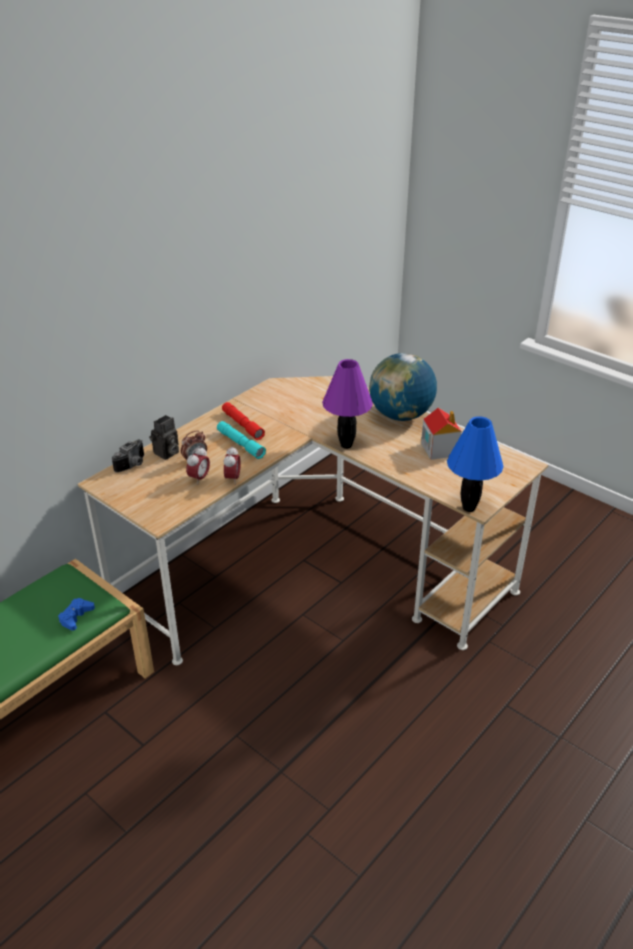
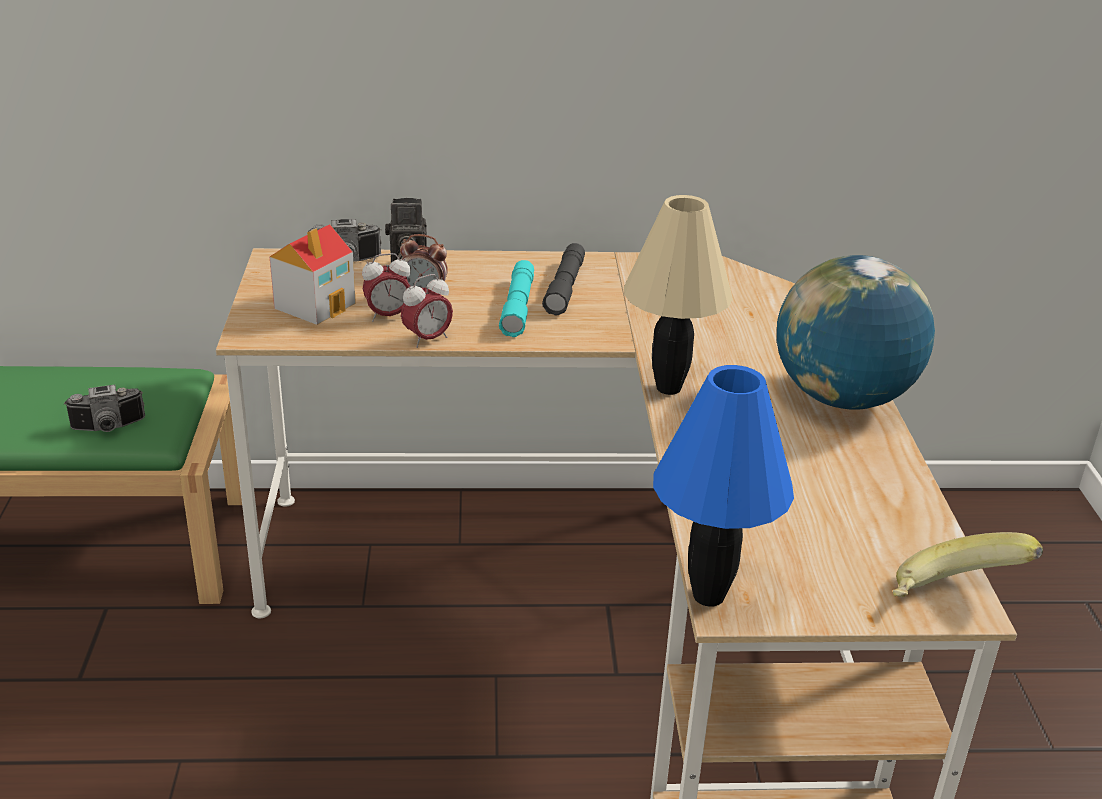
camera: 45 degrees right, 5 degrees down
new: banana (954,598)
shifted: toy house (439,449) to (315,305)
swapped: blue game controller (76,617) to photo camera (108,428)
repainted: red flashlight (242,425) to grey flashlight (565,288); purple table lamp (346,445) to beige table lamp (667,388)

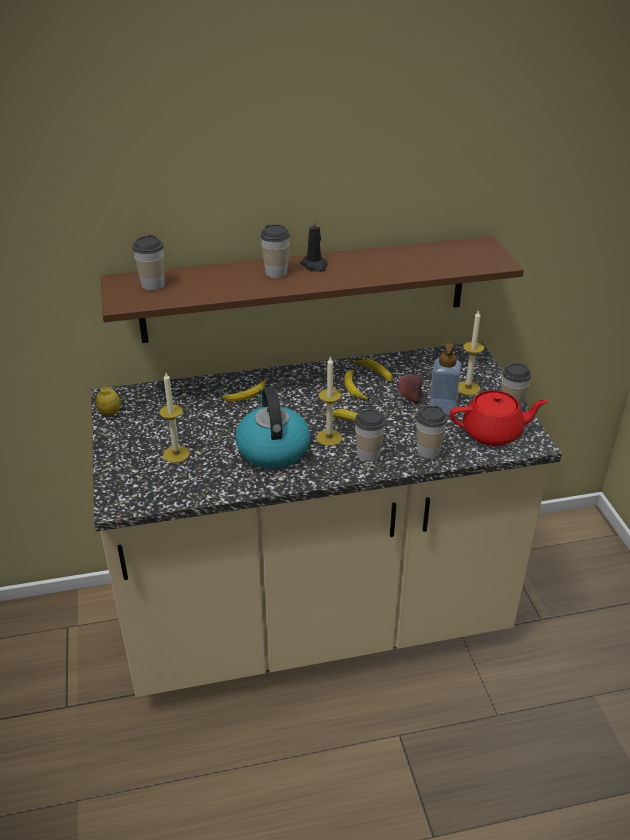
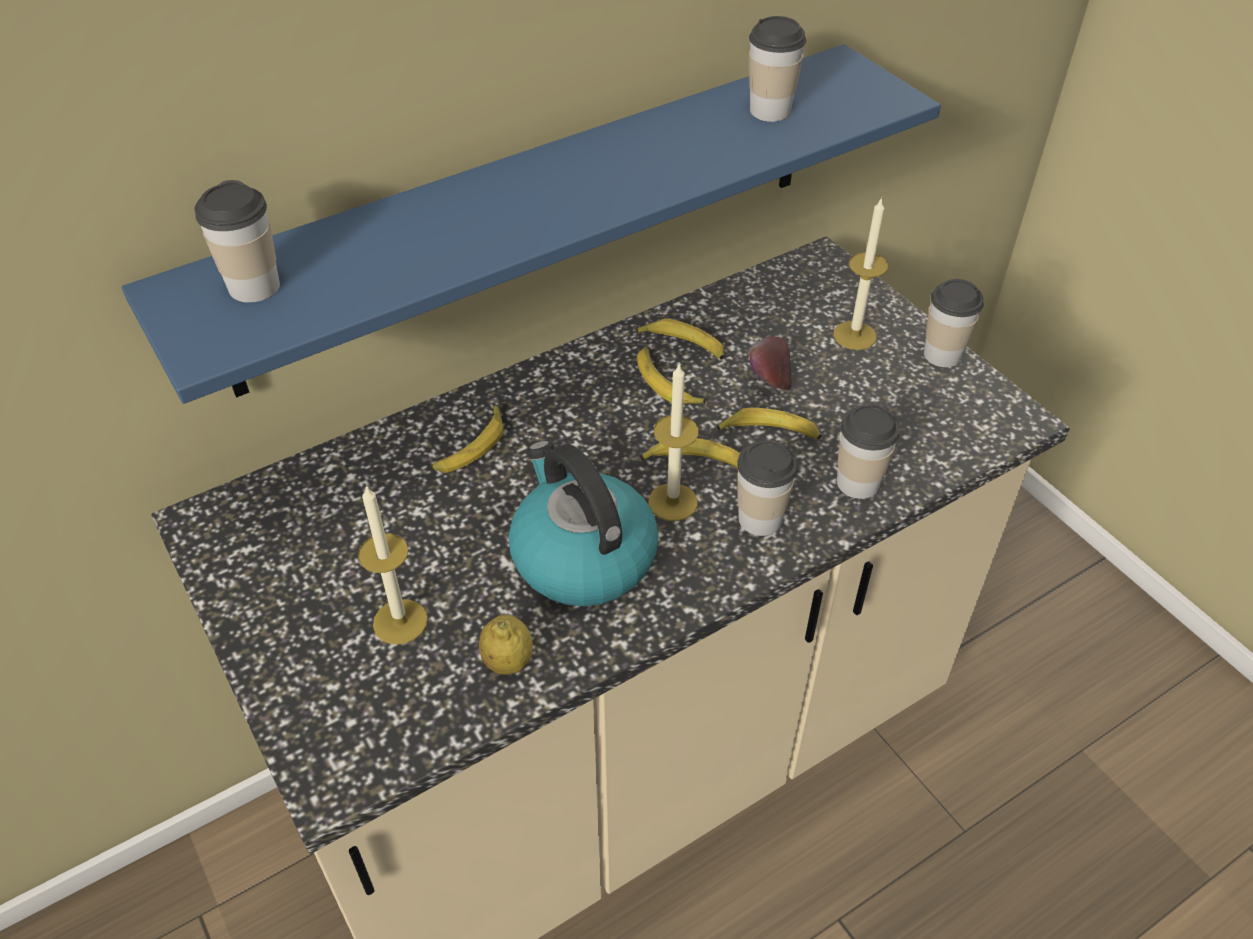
camera: 20 degrees left, 10 degrees up
gone: black candle (314,265); soap dispenser (442,407); red teapot (493,433)
new: banana (769,433)
shifted: lemon (110,413) to (508,662); cup (276,272) to (770,110)
repainted: brown shelf (305,289) to blue shelf (534,216)

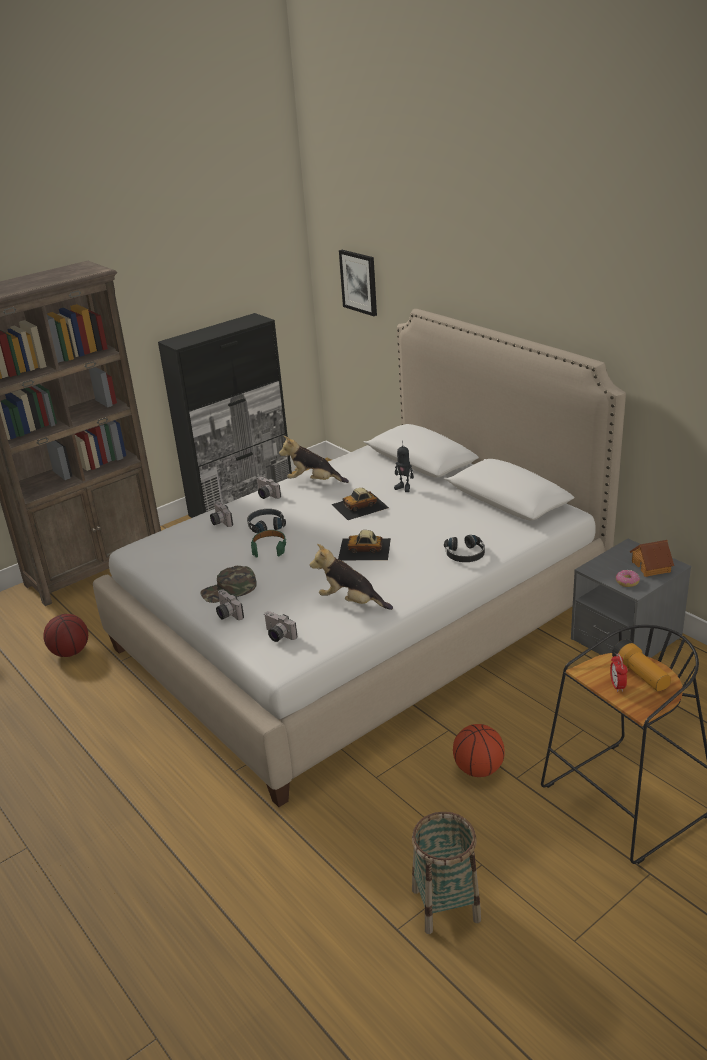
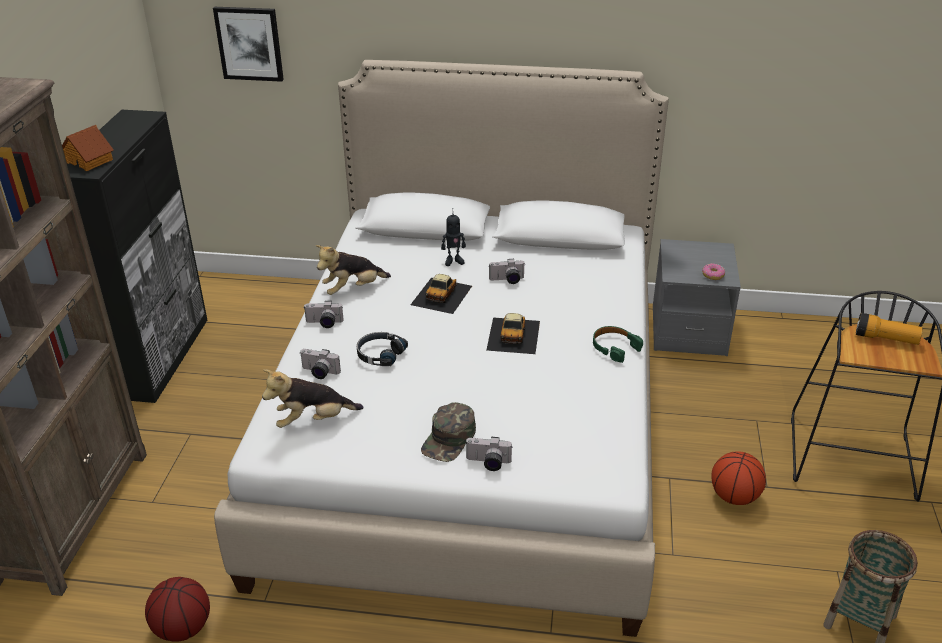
camera: 45 degrees left, 5 degrees up
gone: black headphones (465,554); alarm clock (617,686)
shifted: green headphones (269,547) to (614,347); photo camera (277,636) to (507,280); plush toy (351,602) to (313,420); toy house (651,566) to (90,161)
rotated: toy car (365,549) = (514,335) 45 degrees counterclockwise

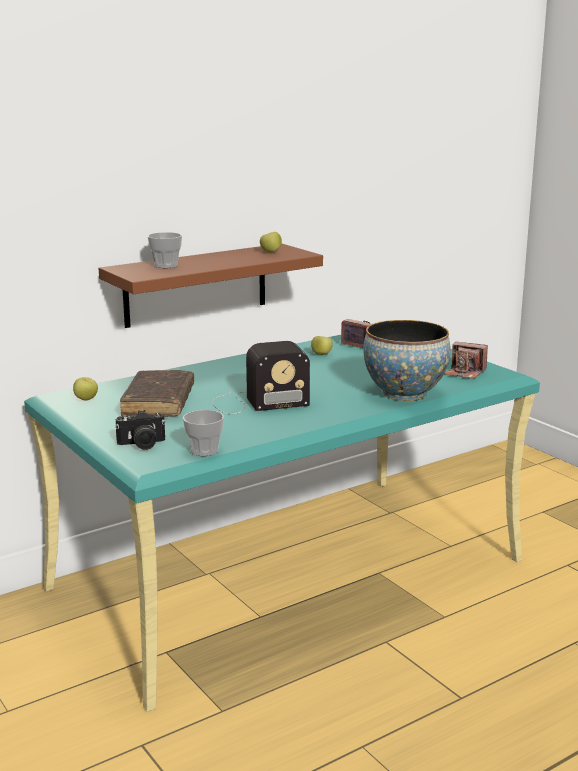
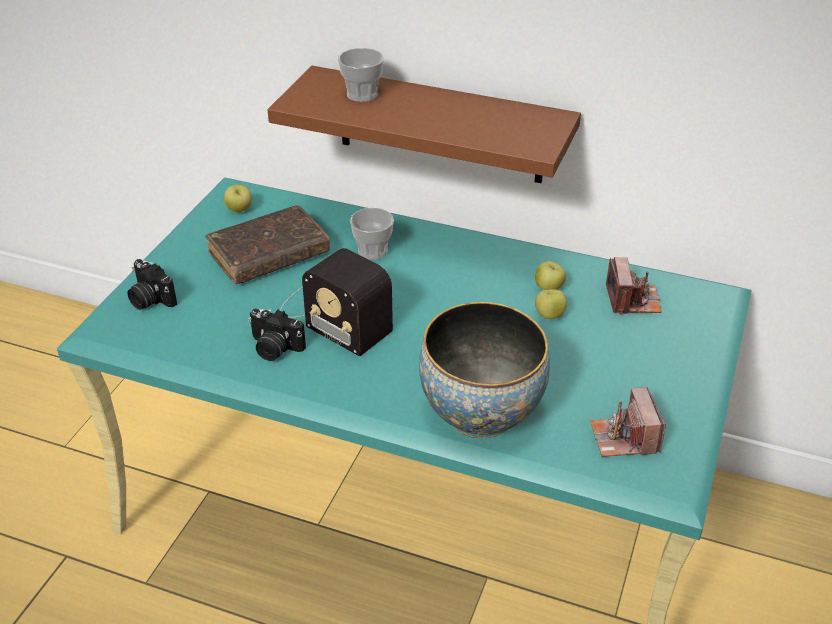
camera: 55 degrees right, 20 degrees up
new: photo camera (274,348)
shifted: cup (204,450) to (372,251); apple (270,252) to (549,315)

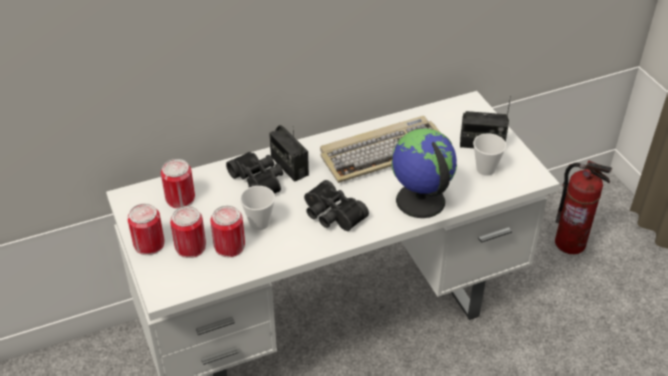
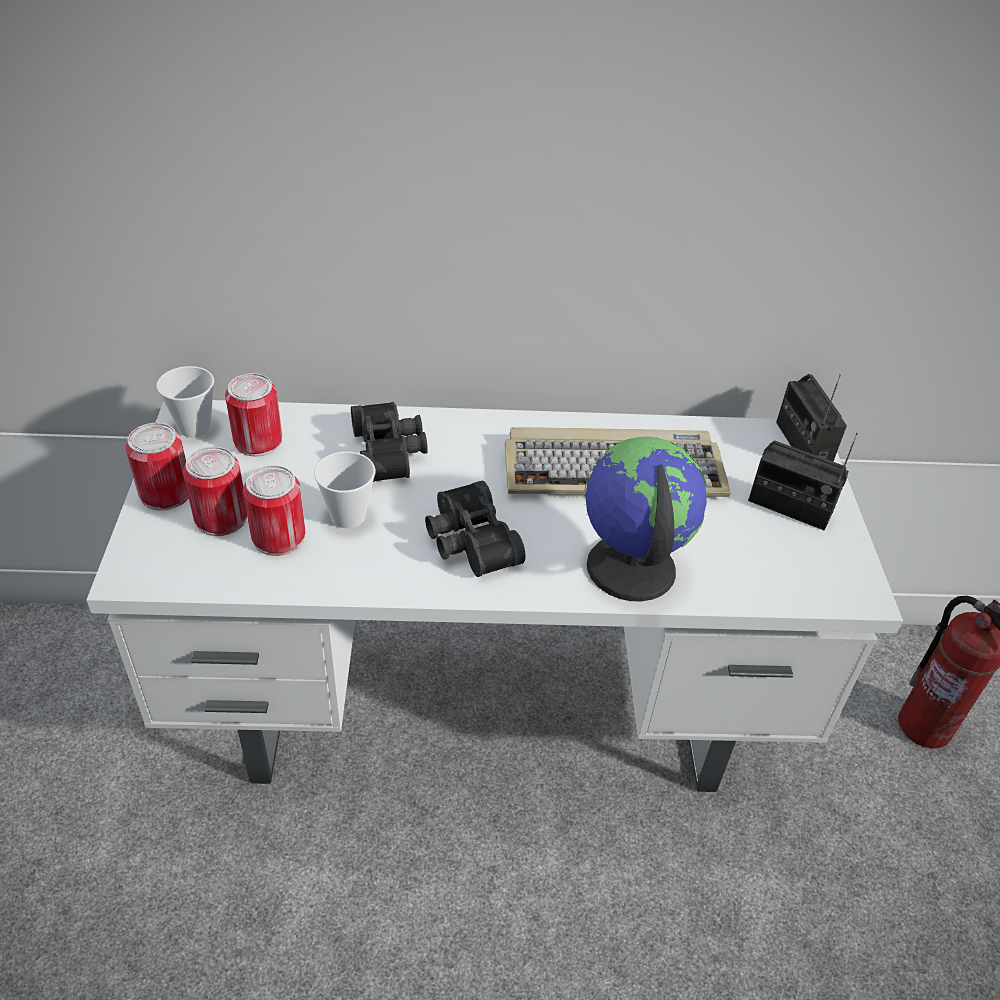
camera: 20 degrees right, 0 degrees up
shifted: radio (289,166) to (802,444); cup (485,169) to (194,427)

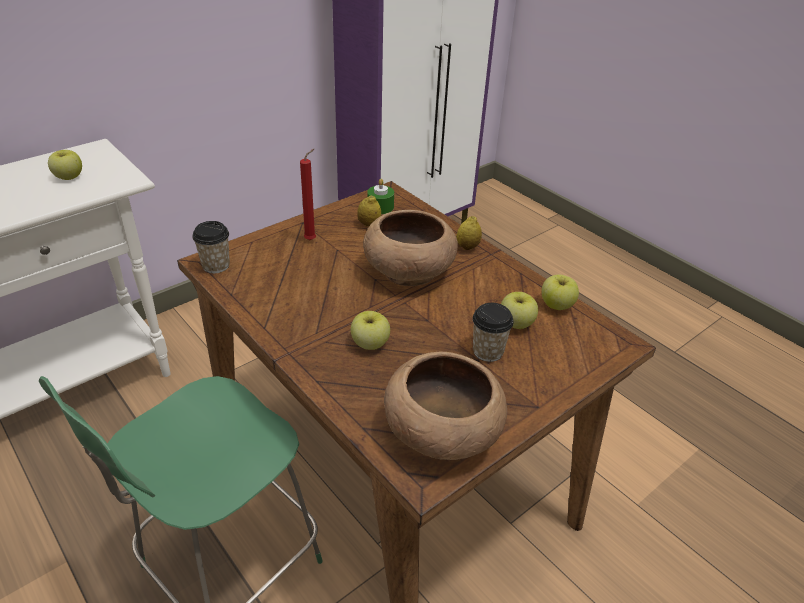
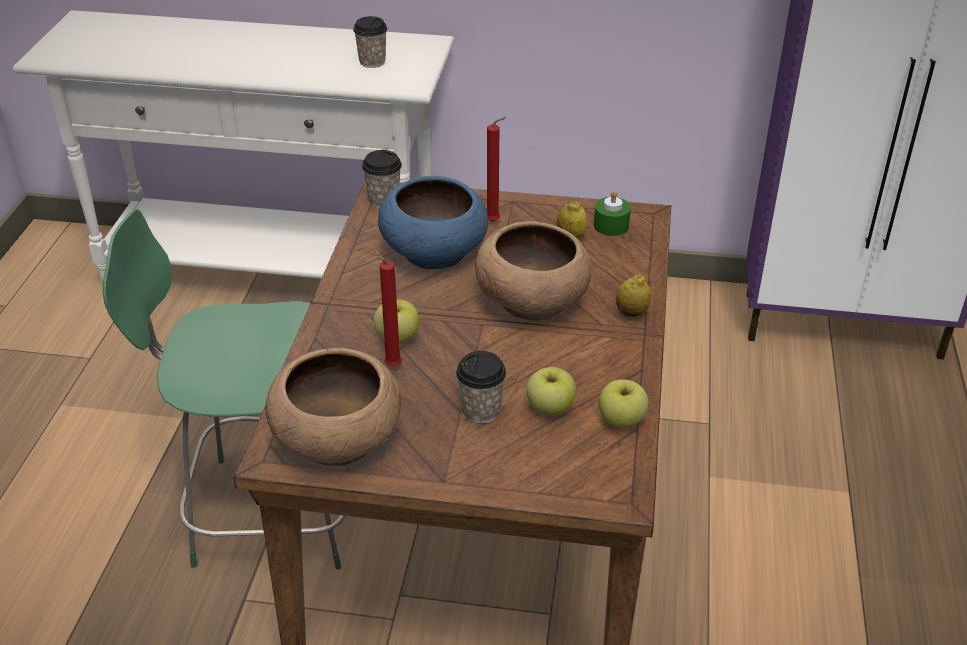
camera: 50 degrees right, 0 degrees up
new: red candle (391,365); blue bowl (435,251)
swapped: apple (69,177) to cup (372,62)

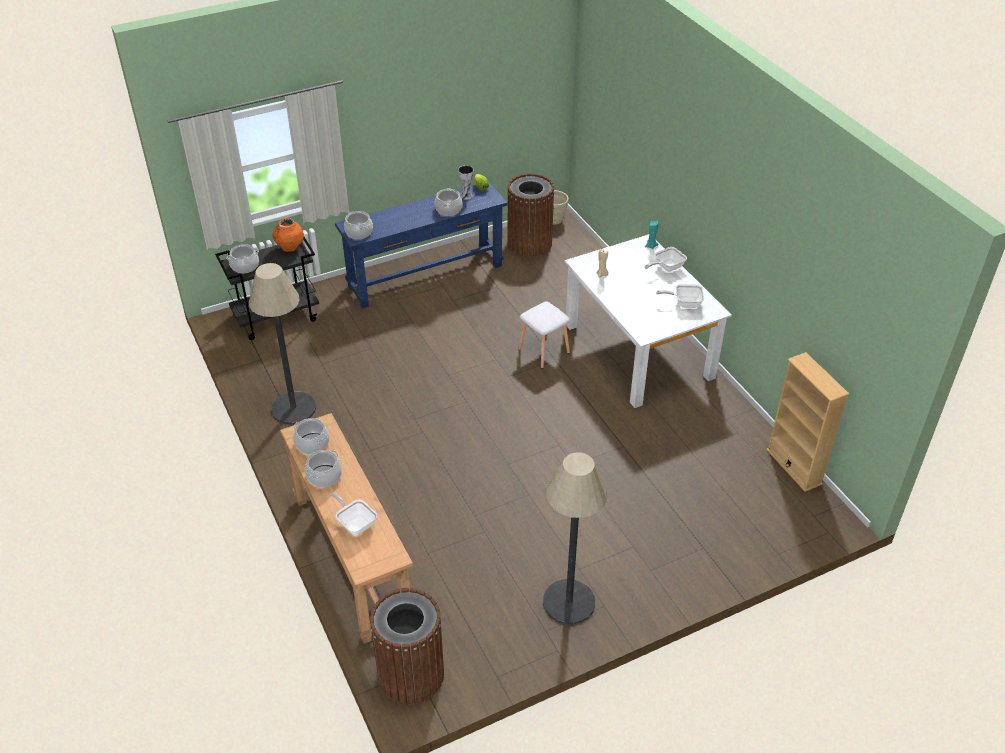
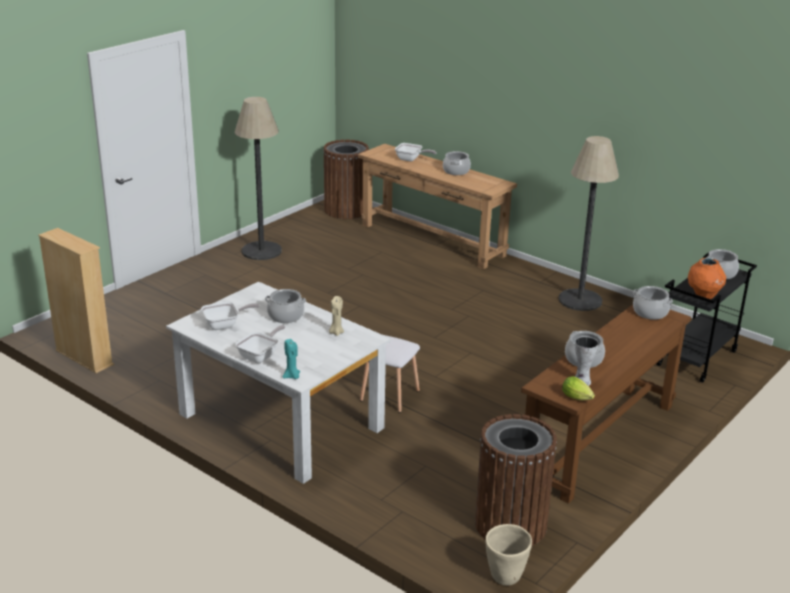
camera: 155 degrees right, 15 degrees down
shifted: cooking pot (312,443) to (285,316)
repainted: blue console table (426,276) to brown console table (599,441)

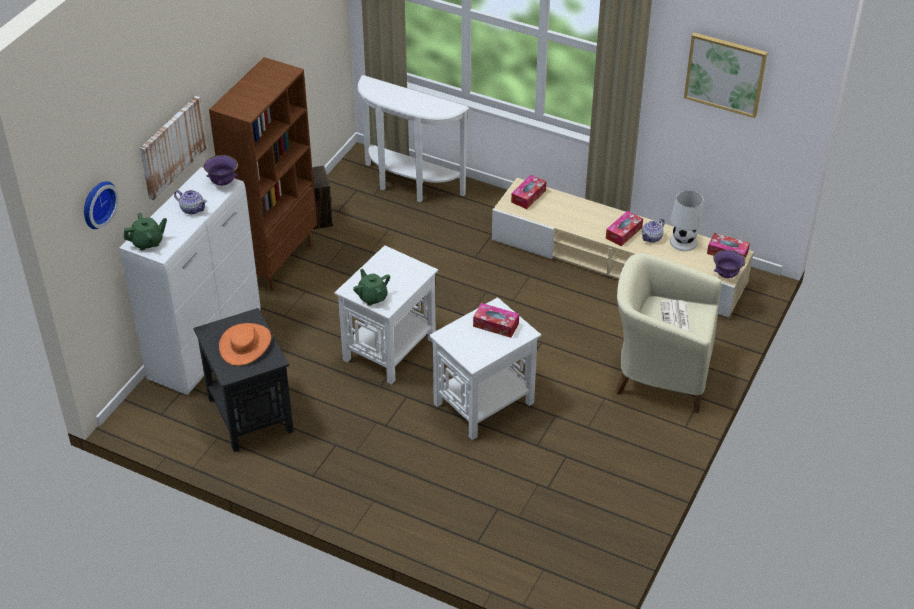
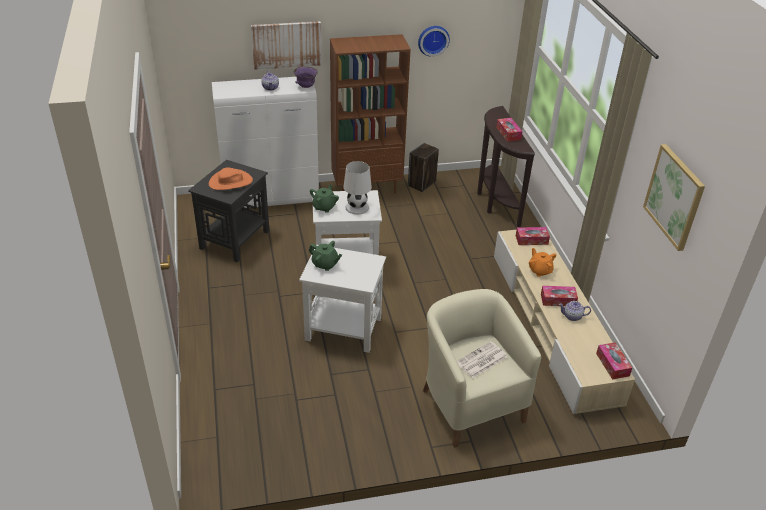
camera: 50 degrees right, 5 degrees down
gone: purple bowl (726,275)
new: orange teapot (540,270)
shifted: wall clock (97,203) to (433,40); green teapot (148,242) to (325,264); tissue box (495,325) to (508,133); white table lamp (683,241) to (357,207)
repainted: white console table (409,186) to brown console table (495,202)

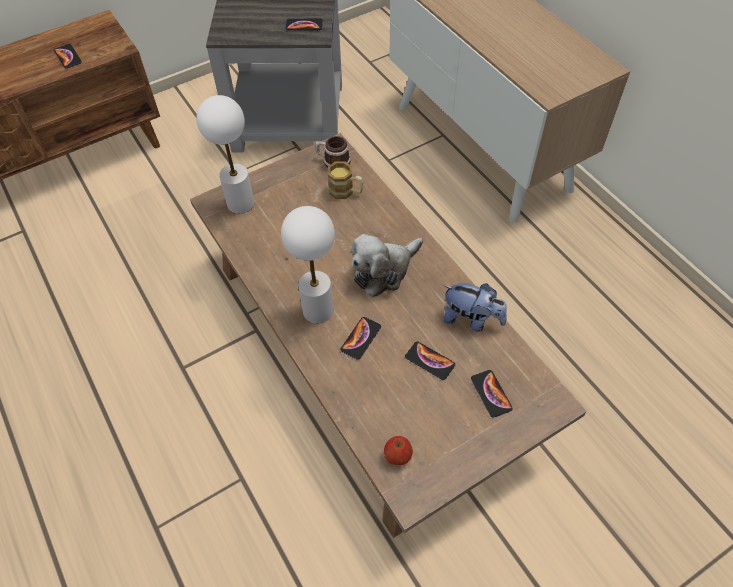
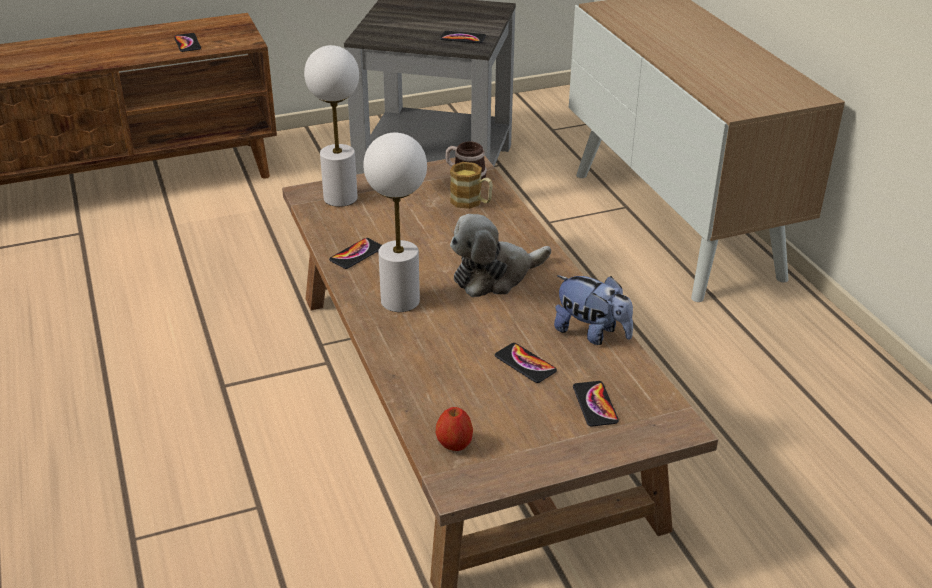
camera: 10 degrees right, 20 degrees down
shifted: phone (360,338) to (356,254)

